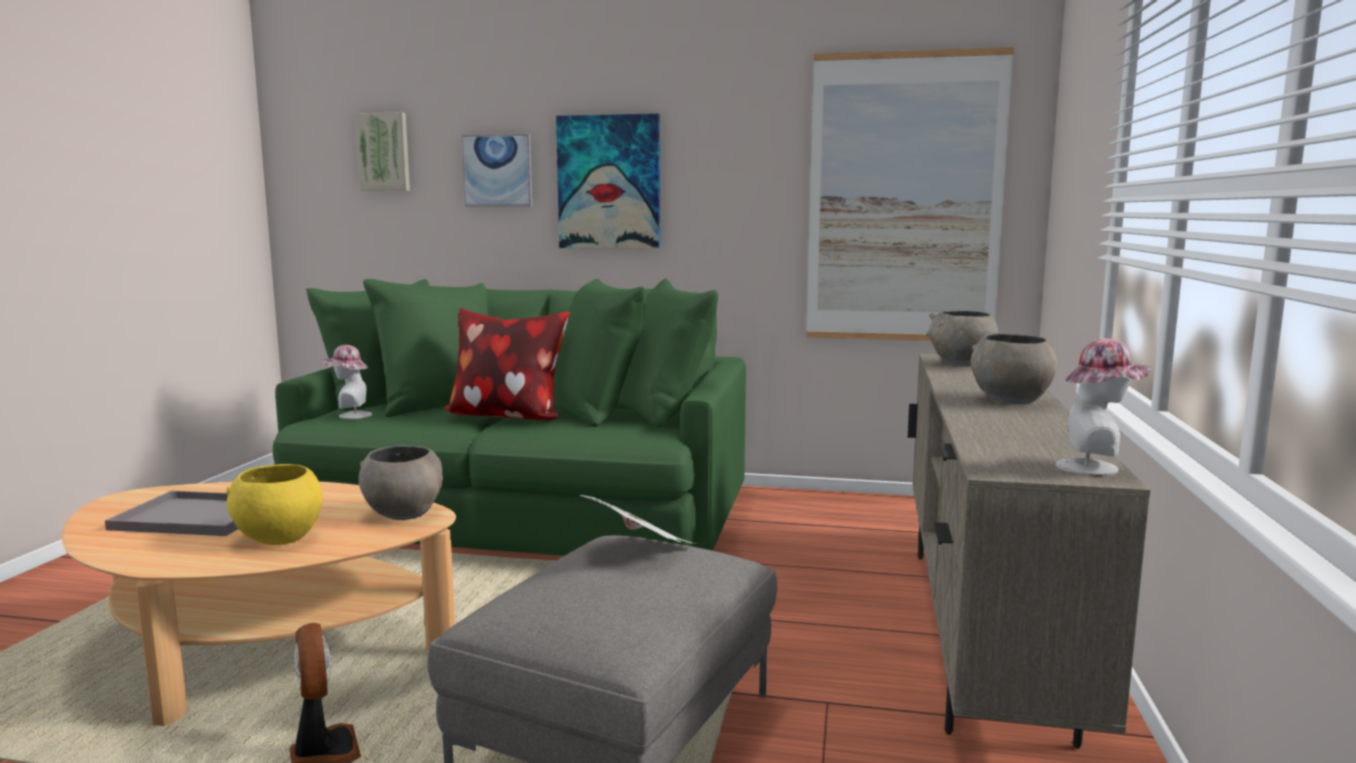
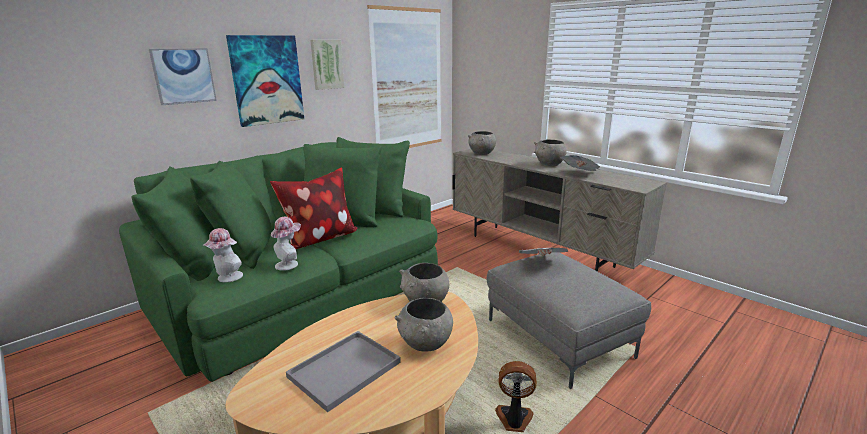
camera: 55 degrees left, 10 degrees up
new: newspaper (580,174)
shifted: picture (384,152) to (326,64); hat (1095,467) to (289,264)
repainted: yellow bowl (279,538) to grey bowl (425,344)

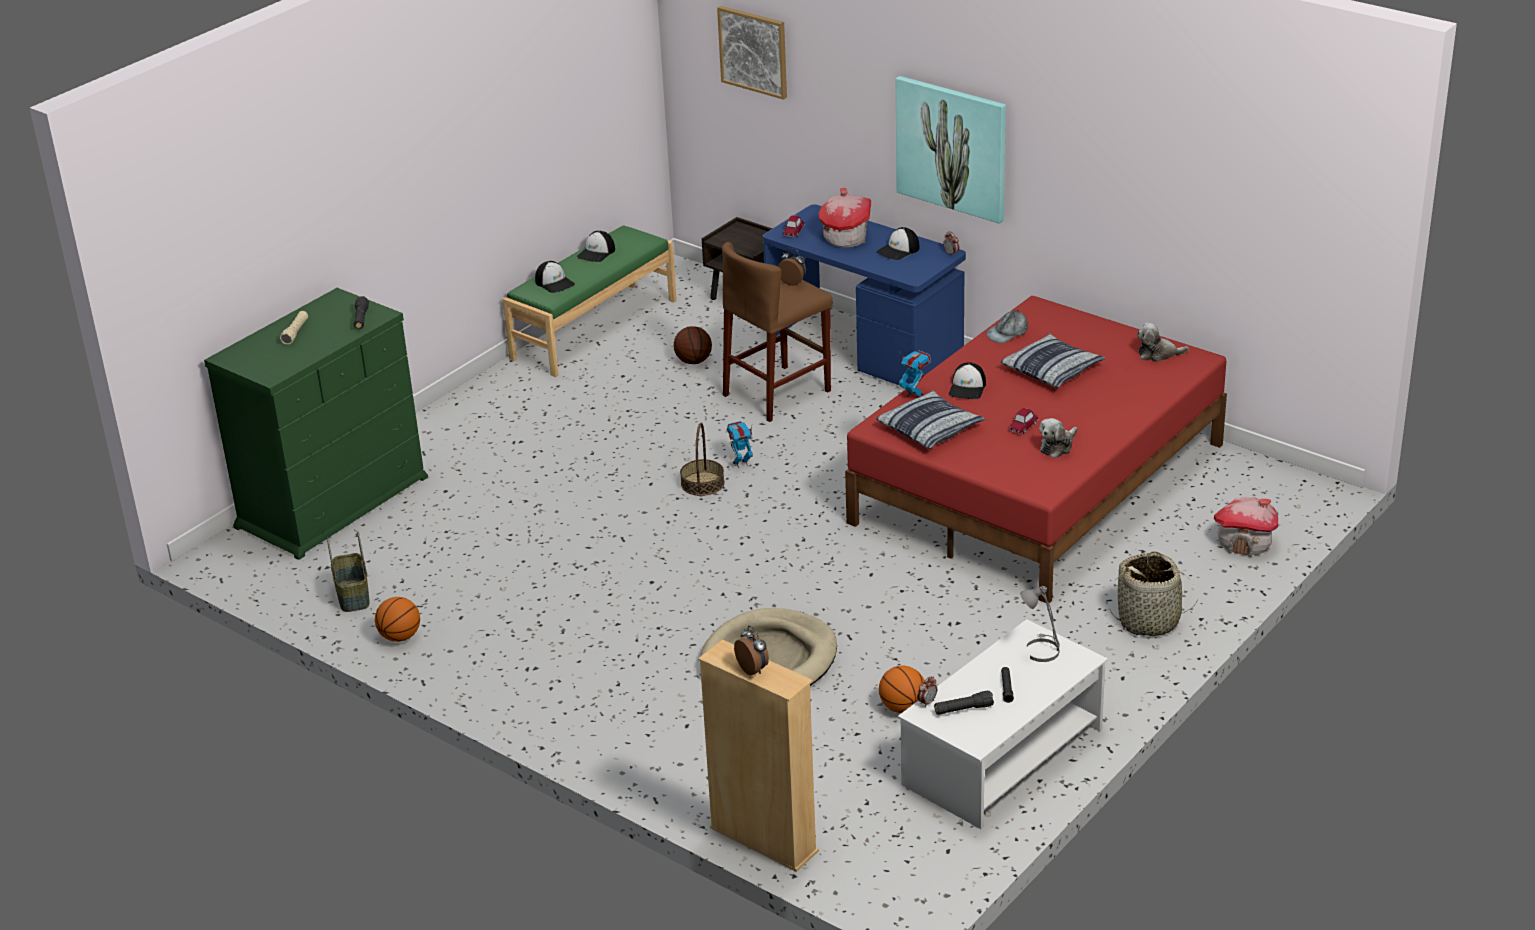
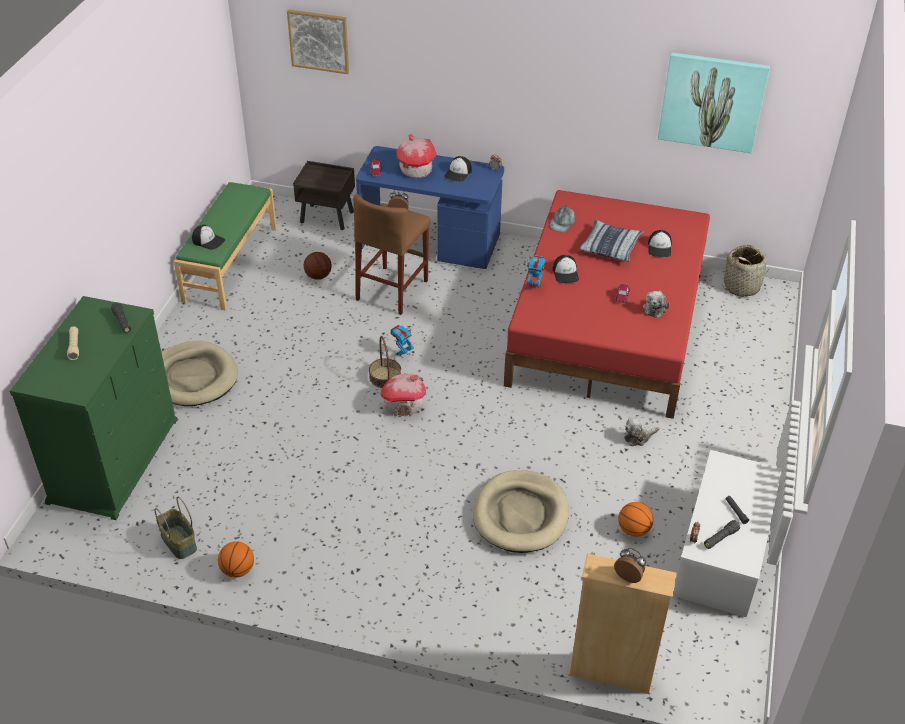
camera: 25 degrees left, 10 degrees up
gone: pillow (930,429); grey table lamp (1041,650)
new: beige dog bed (194,377)
shifted: cap (596,253) to (660,248); picture (952,147) to (712,101); basket (1149,621) to (742,286); plush toy (1158,354) to (638,437); toy house (1245,543) to (404,405)

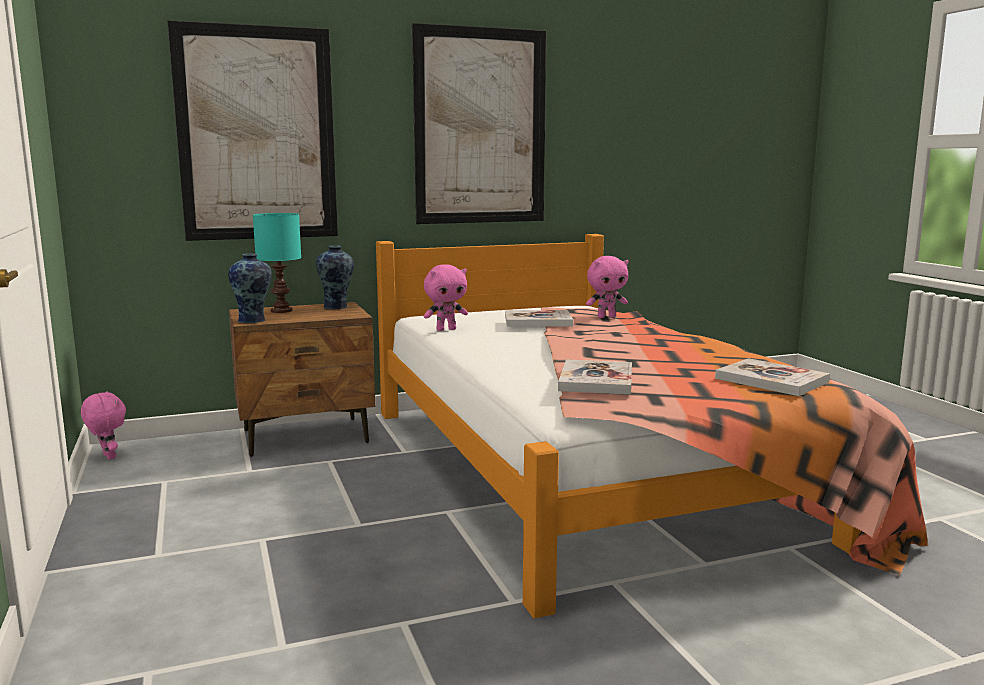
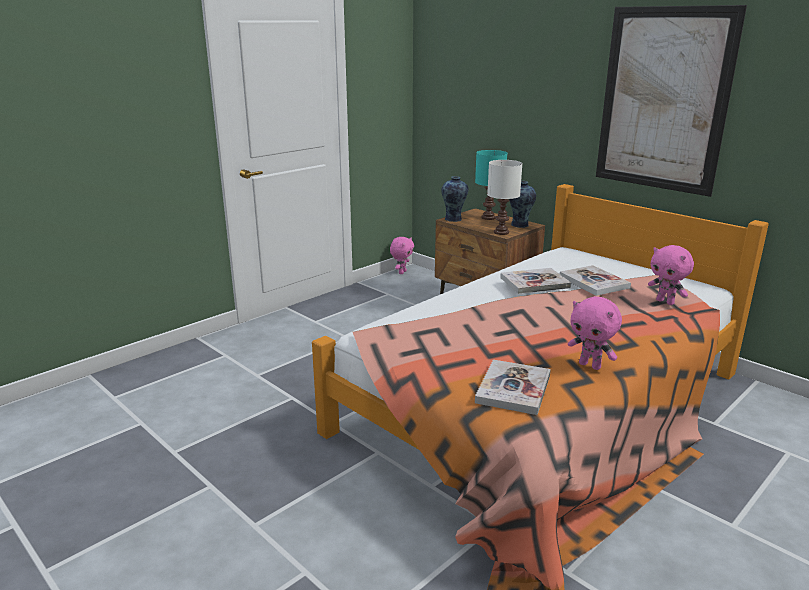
camera: 65 degrees right, 10 degrees up
gone: picture (257,134)
new: white table lamp (501,232)
shifted: pink plush toy (446,329) to (590,365); book (596,380) to (534,283)

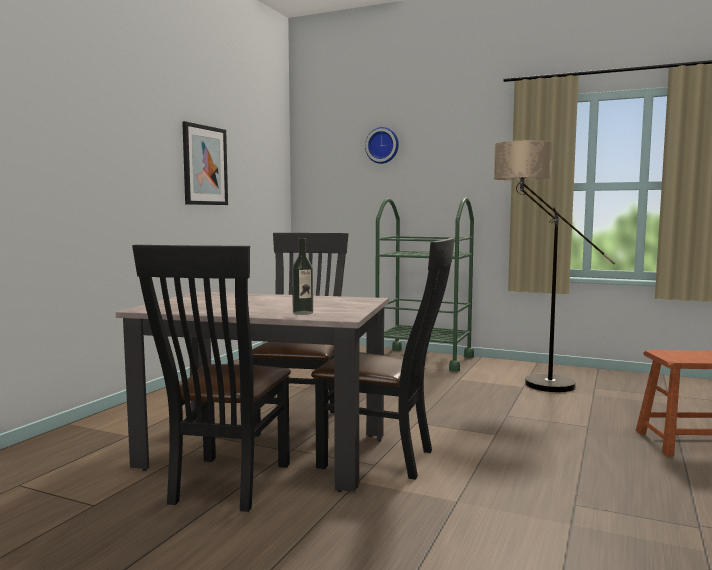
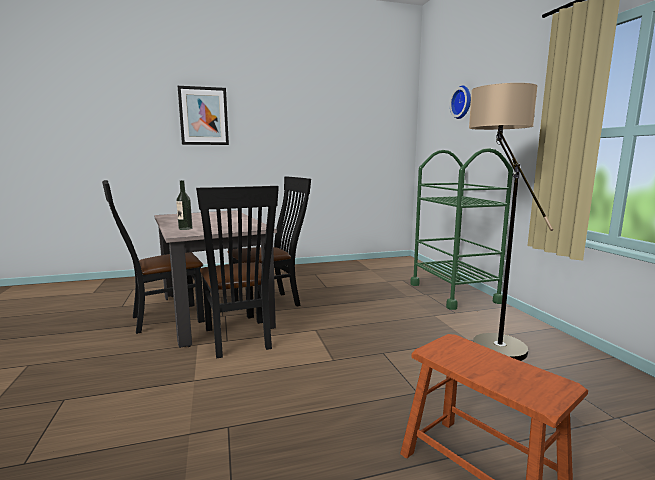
camera: 50 degrees right, 5 degrees up
shifted: picture (204,165) to (204,116)

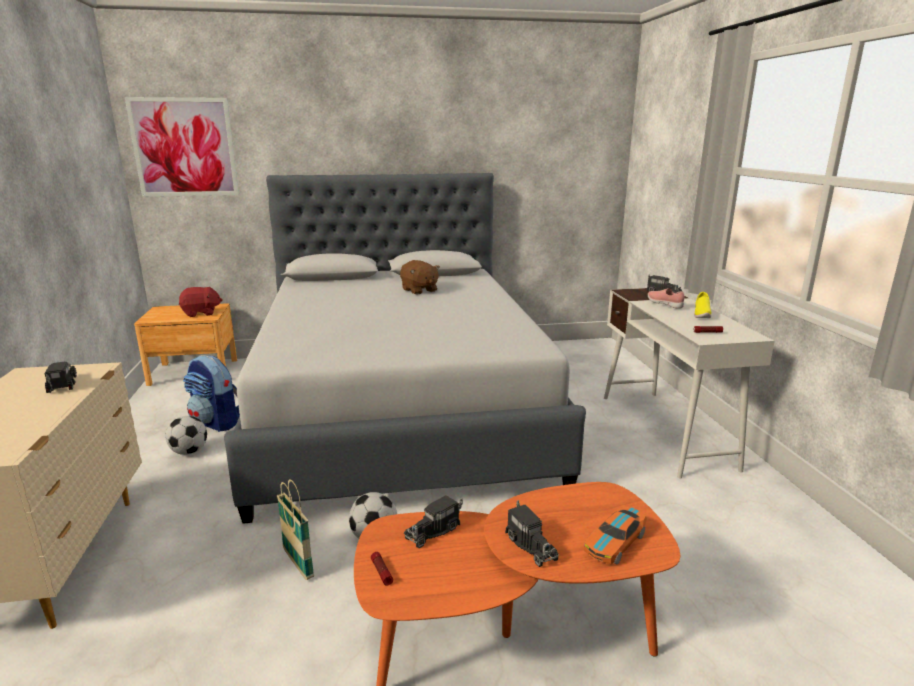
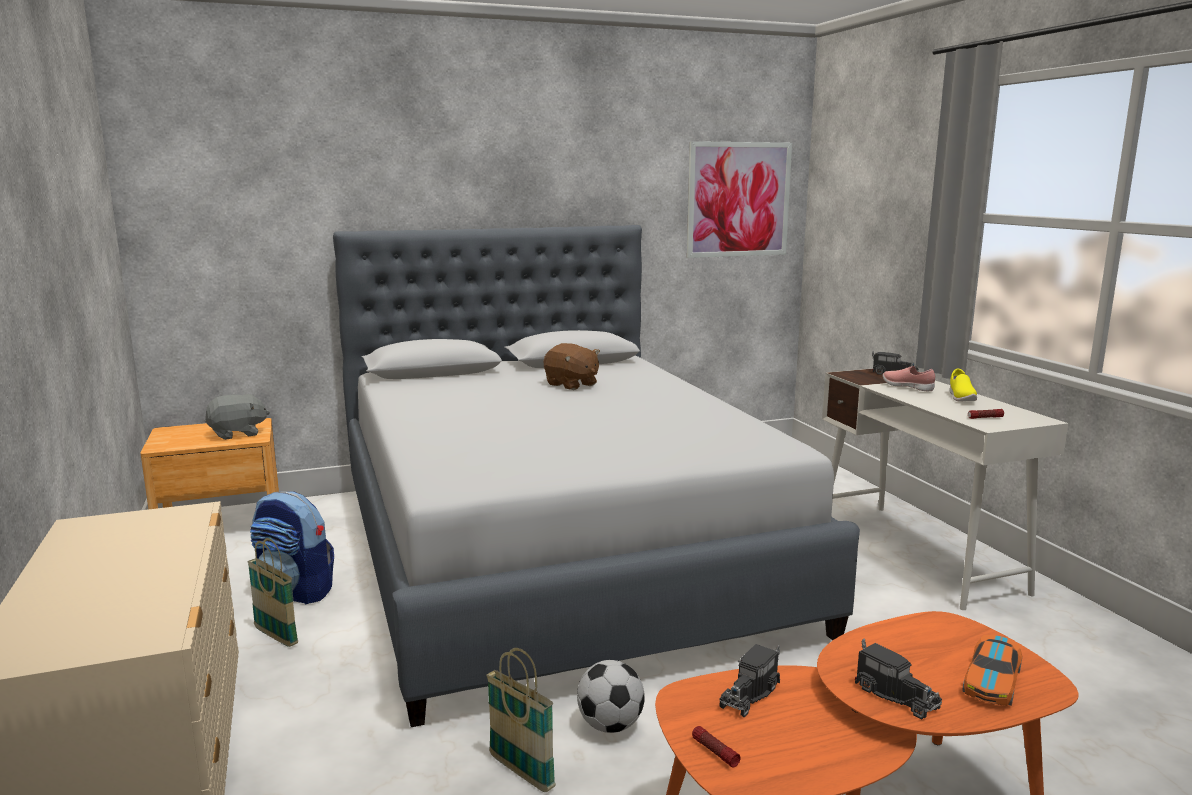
camera: 10 degrees left, 5 degrees down
gone: toy truck (63,385)
shifted: picture (184,147) to (738,199)
swapped: football (189,452) to basket (276,636)
repainted: red plush toy (201,313) to grey plush toy (237,434)

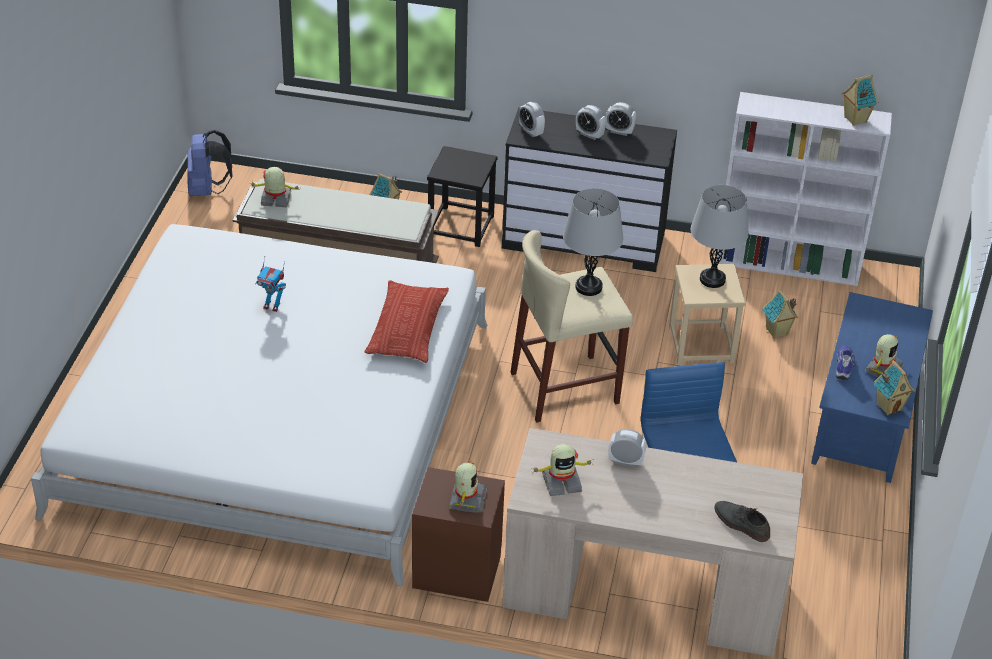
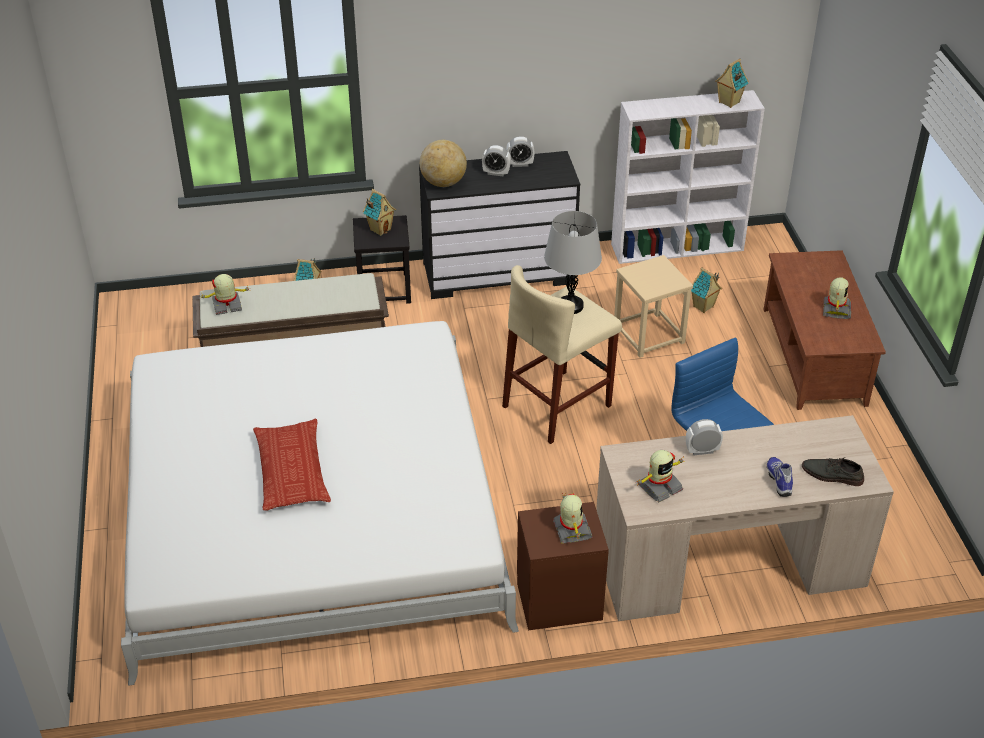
camera: 20 degrees left, 0 degrees up
gone: blue backpack (207,190); toy robot (272,306); grey table lamp (712,279)
shifted: pillow (407,327) to (291,471); shoe (844,367) to (780,480); toy house (889,406) to (380,229)
swapped: alarm clock (531,131) to globe (443,183)
repainted: blue coffee table (862,414) to brown coffee table (812,356)

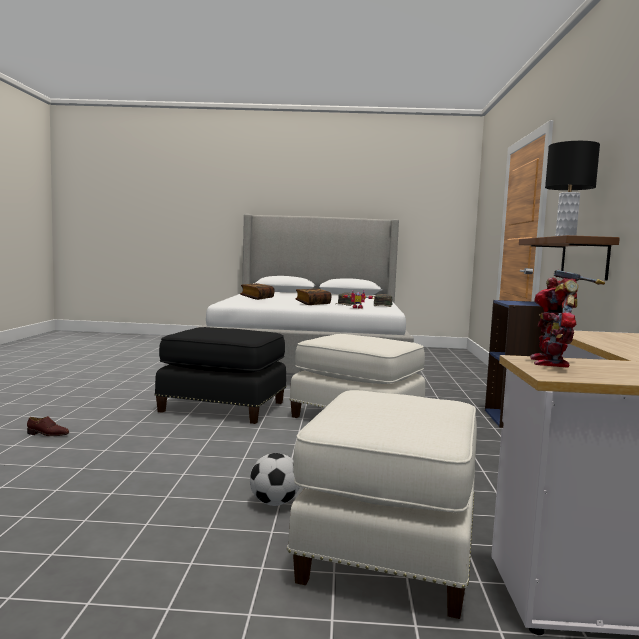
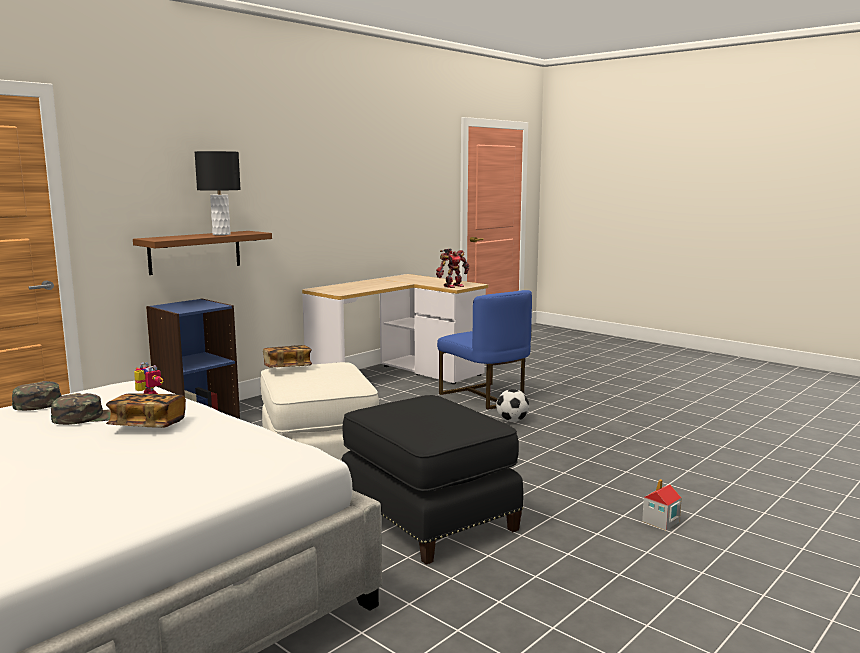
camera: 140 degrees left, 5 degrees up
shifted: book (257,298) to (287,368)
swapped: brown shoe (47,434) to toy house (660,521); white ottoman (387,545) to blue chair (485,397)

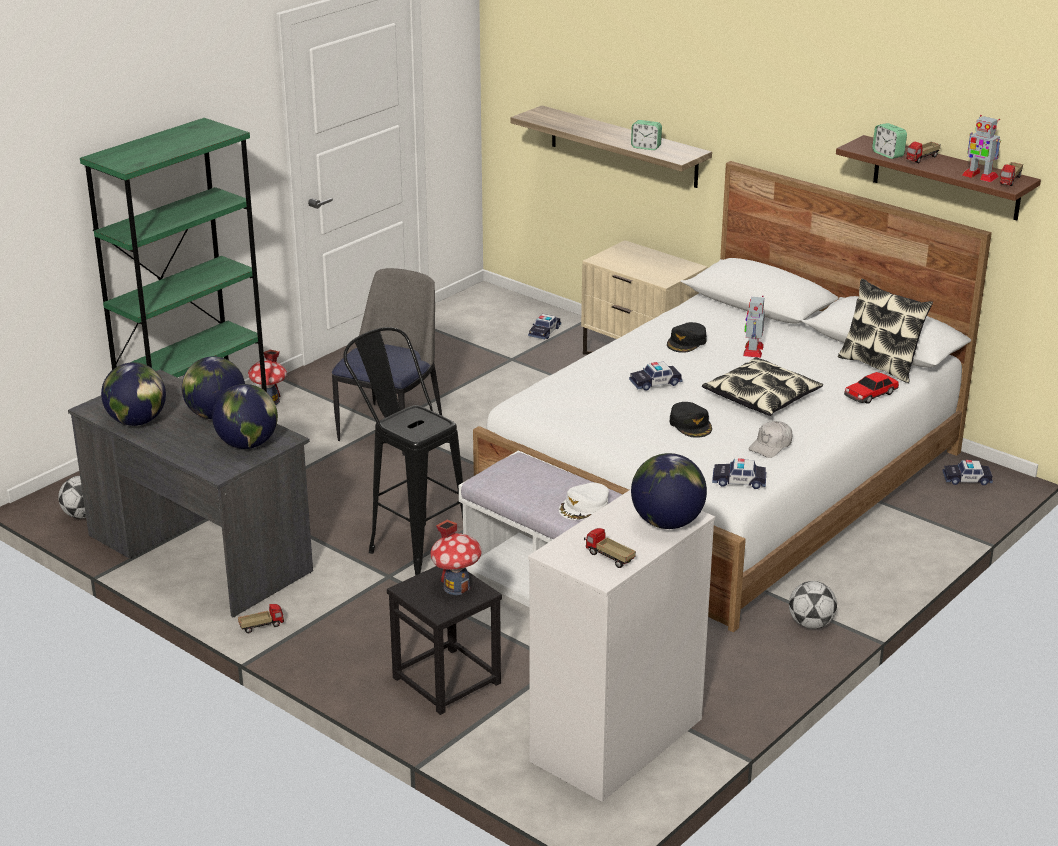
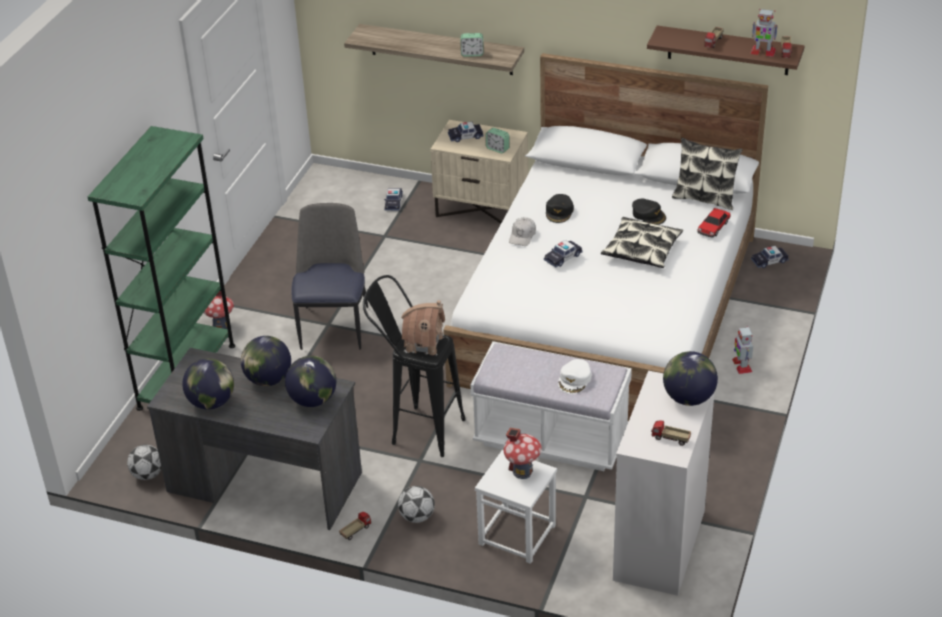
camera: 20 degrees left, 10 degrees up
new: toy house (424,343)
shifted: black cap (691,424) to (648,215); toy car (739,481) to (465,136); toy robot (753,350) to (742,365); white cap (771,446) to (522,236); football (811,624) to (417,517); alarm clock (888,154) to (497,149)
repainted: black stool (447,680) to white stool (517,534)

